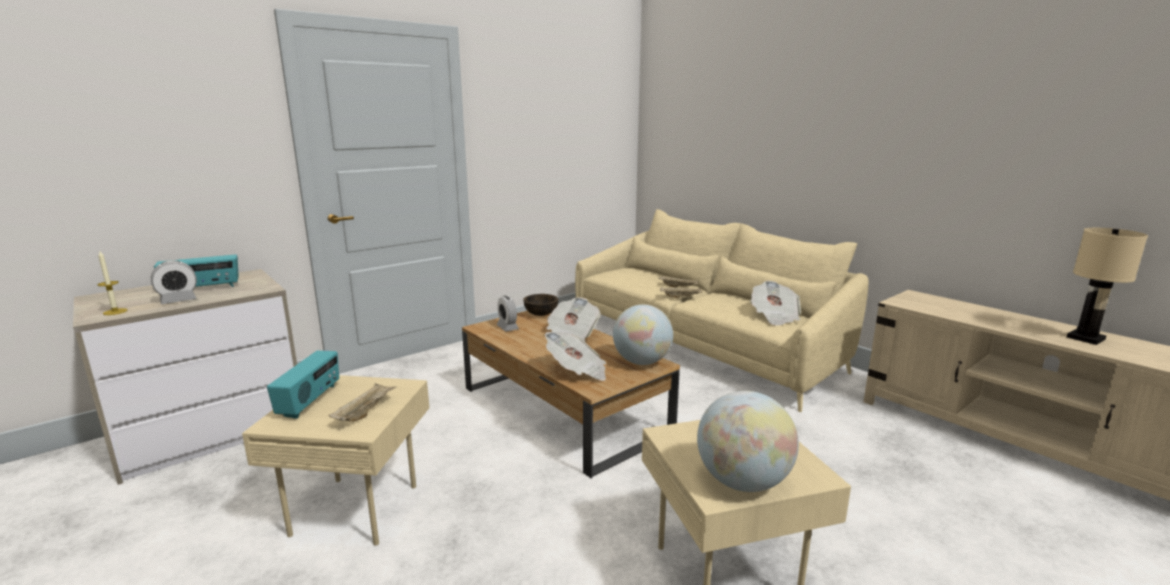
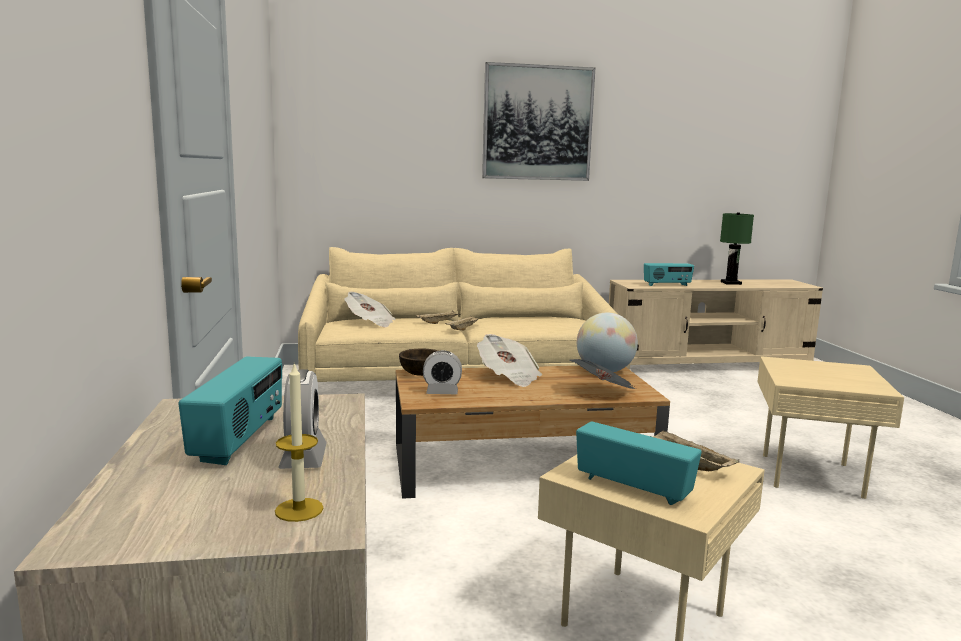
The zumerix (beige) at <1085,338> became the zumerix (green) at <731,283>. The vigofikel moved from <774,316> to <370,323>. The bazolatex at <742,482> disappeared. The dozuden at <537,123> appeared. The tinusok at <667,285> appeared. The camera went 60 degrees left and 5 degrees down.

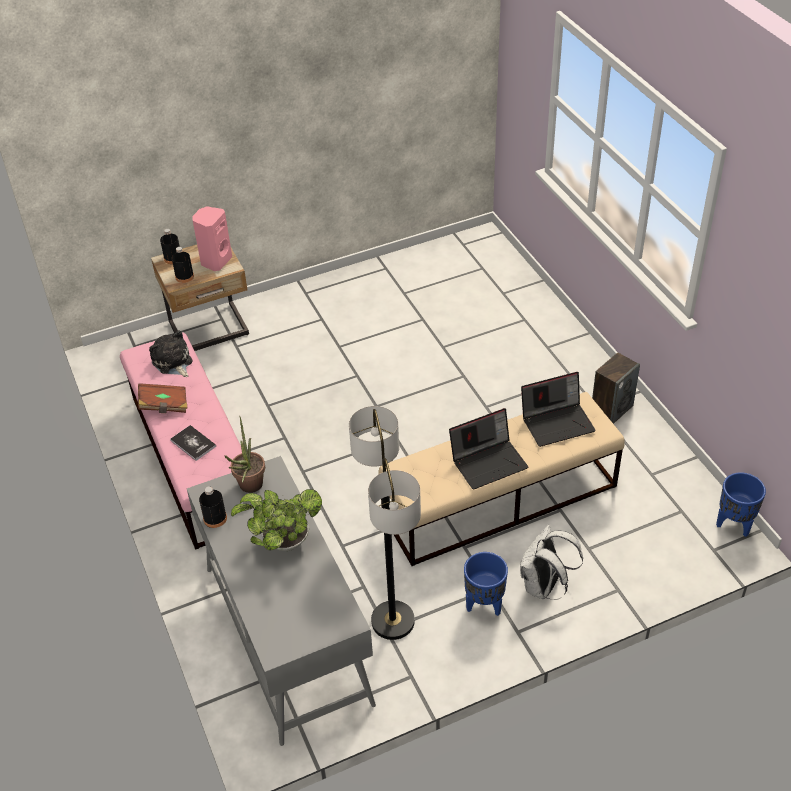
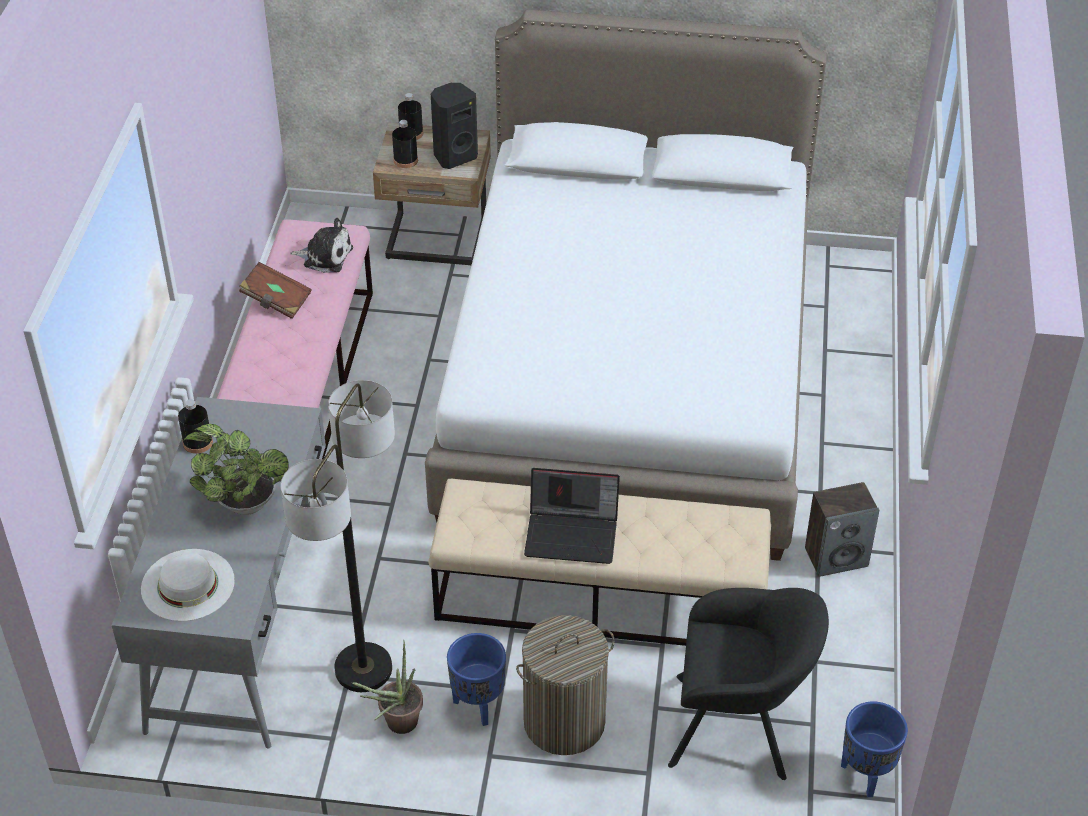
The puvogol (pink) at <215,261> became the puvogol (black) at <454,156>. The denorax at <173,362> turned 105 degrees clockwise. The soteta at <557,422> disappeared. The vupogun moved from <249,488> to <396,725>. The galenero at <193,443> disappeared. The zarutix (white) at <544,586> was replaced by the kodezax at <564,722>. The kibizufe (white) at <630,377> appeared. The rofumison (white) at <188,585> appeared. The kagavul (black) at <739,727> appeared. The camera went 30 degrees right and 0 degrees up.

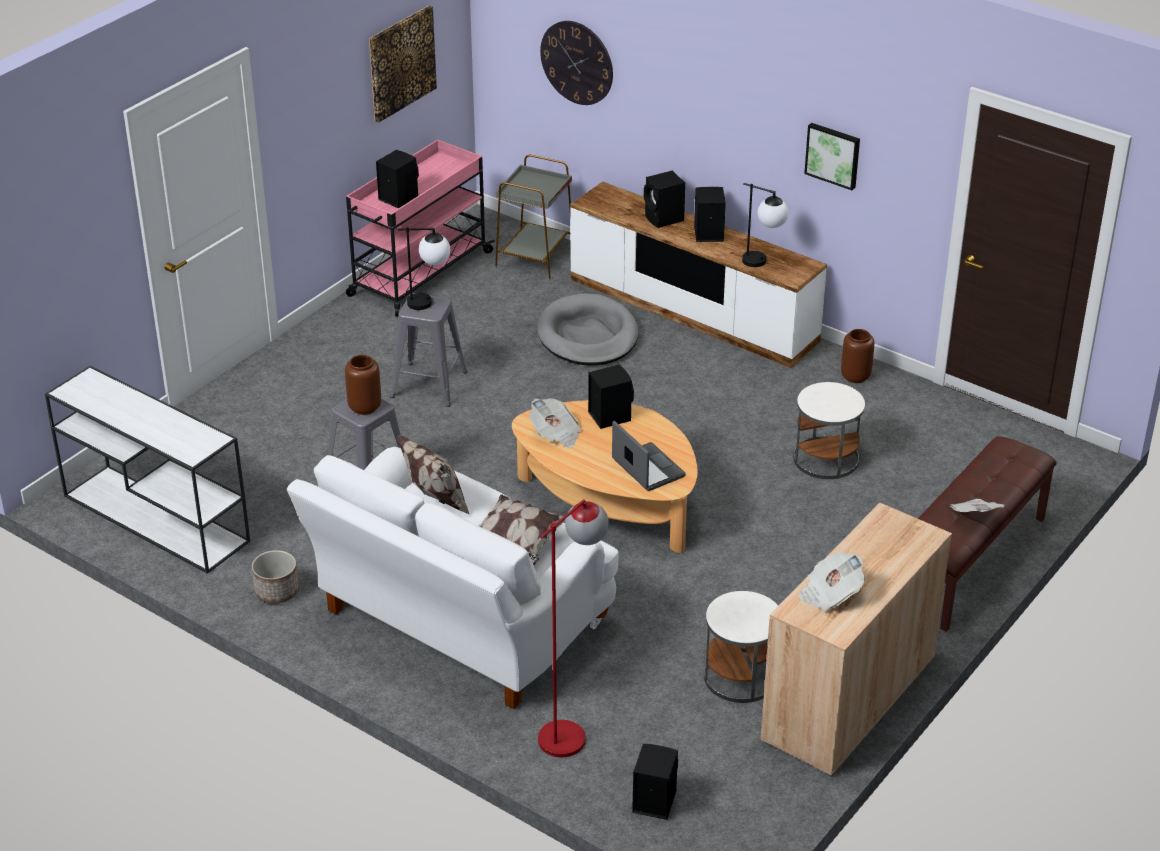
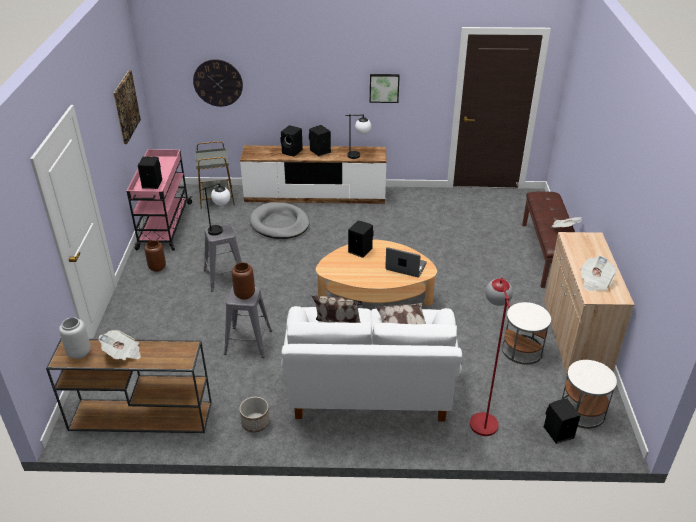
The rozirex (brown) moved from <855,377> to <157,268>. The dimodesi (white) at <154,518> became the dimodesi (brown) at <139,416>. The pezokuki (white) moved from <825,458> to <581,411>. The vigofikel moved from <555,434> to <123,353>. The rozirex (grey) at <80,353> appeared. The camera went 35 degrees left and 0 degrees up.

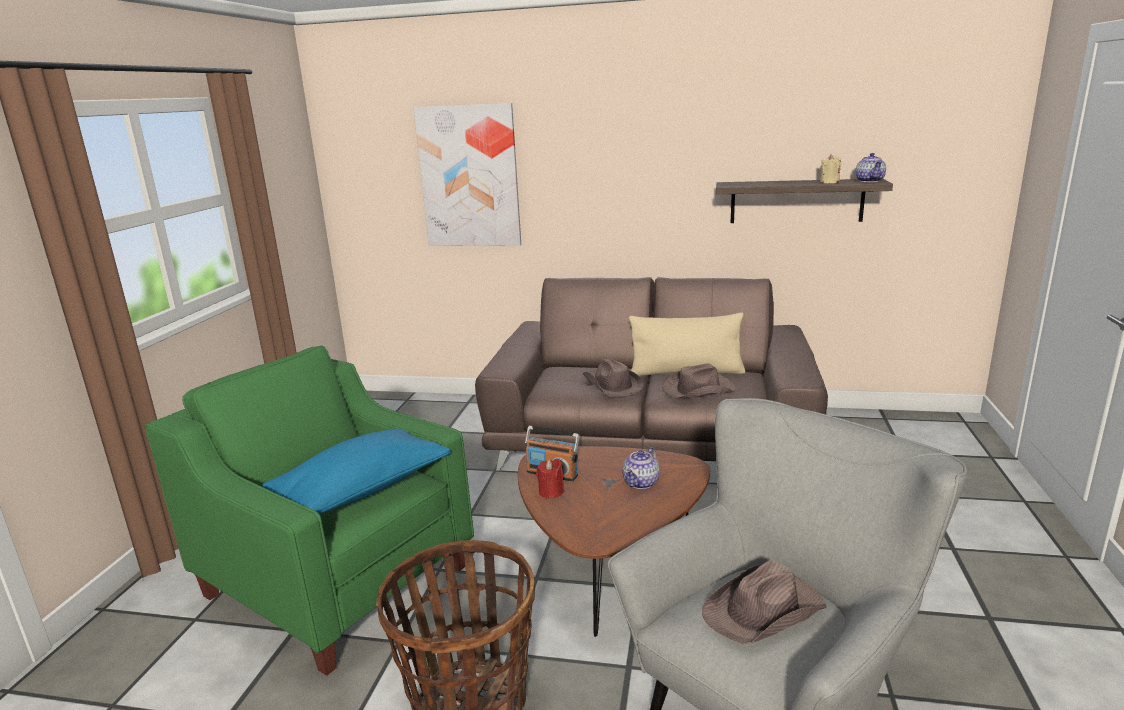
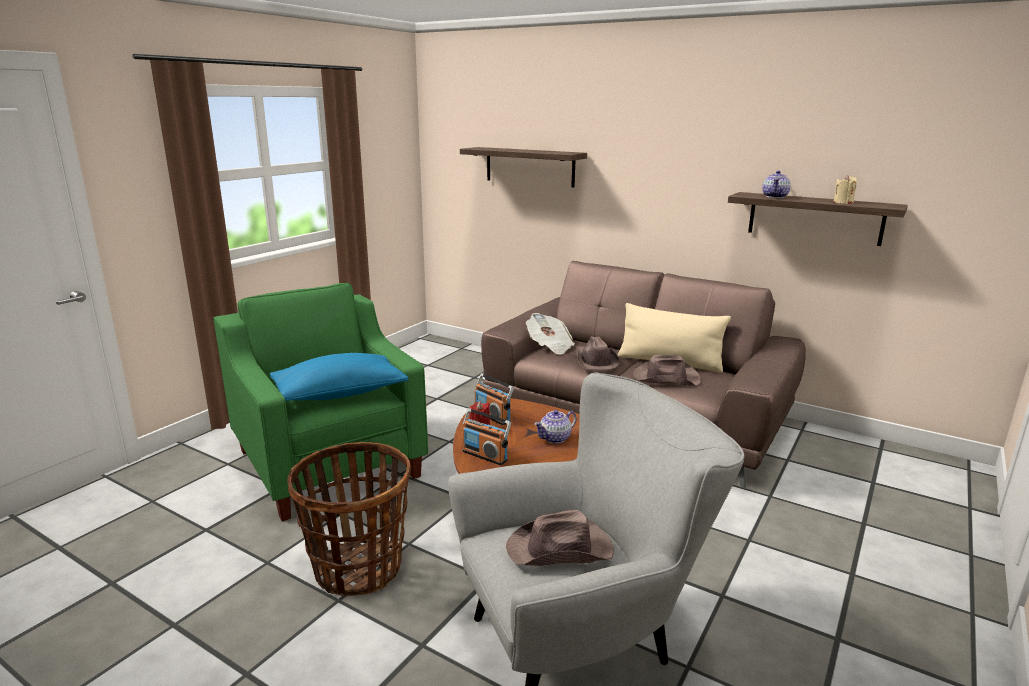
The dozuden at <469,177> was replaced by the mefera at <529,166>. The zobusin moved from <869,181> to <775,196>. The vigofikel at <550,346> appeared. The tinusok at <485,455> appeared. The camera went 20 degrees right and 0 degrees up.

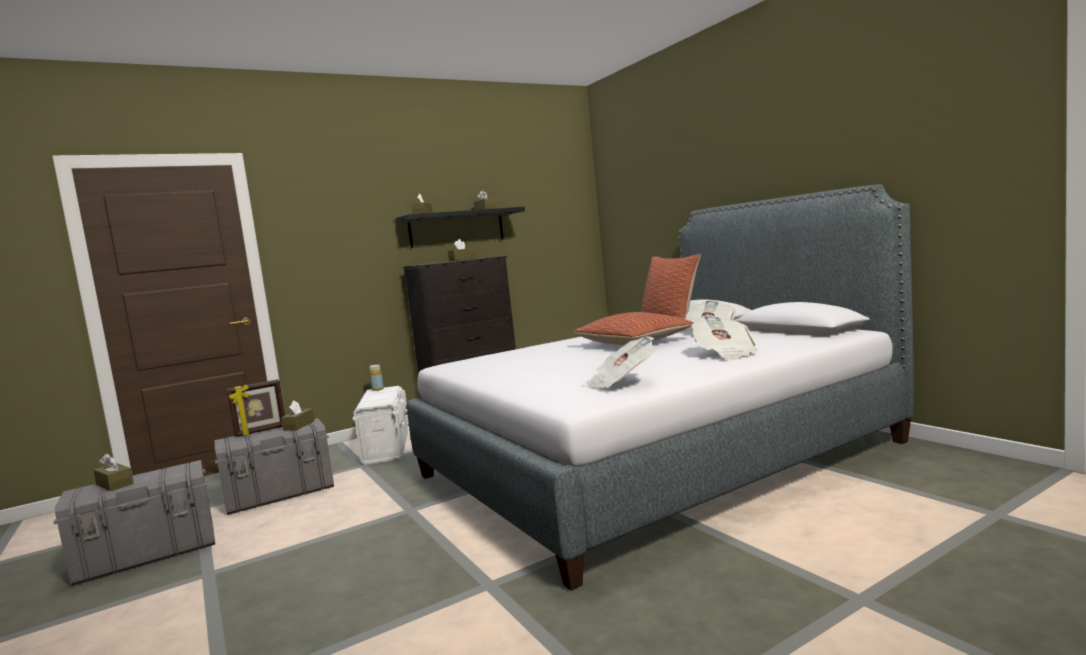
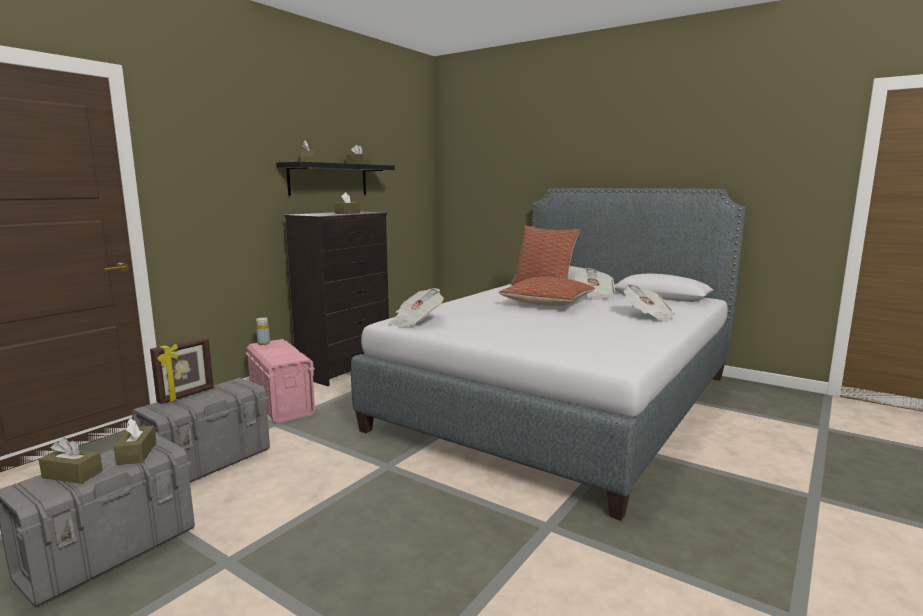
The vigofikel moved from <620,383> to <416,322>. The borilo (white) at <386,448> became the borilo (pink) at <281,404>. The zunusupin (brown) moved from <299,425> to <137,453>. The camera went 25 degrees left and 5 degrees up.

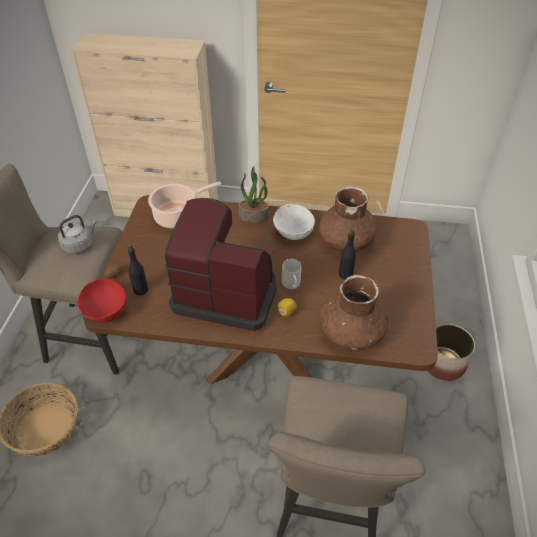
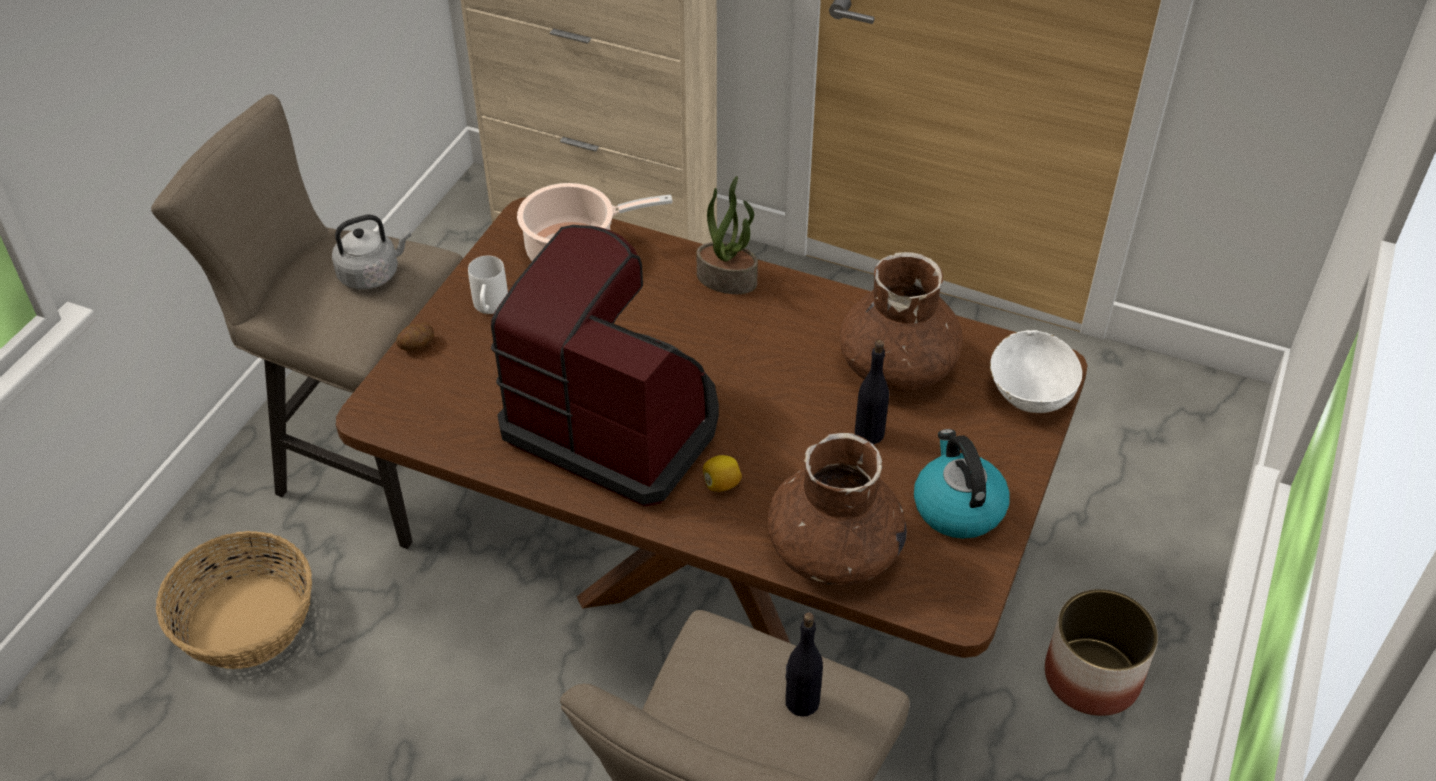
The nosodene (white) moved from <293,232> to <1029,392>. The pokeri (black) moved from <140,290> to <801,702>. The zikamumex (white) moved from <292,286> to <489,308>. The nosodene (red) at <105,311> disappeared. The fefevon at <957,507> appeared. The camera went 15 degrees right and 0 degrees up.

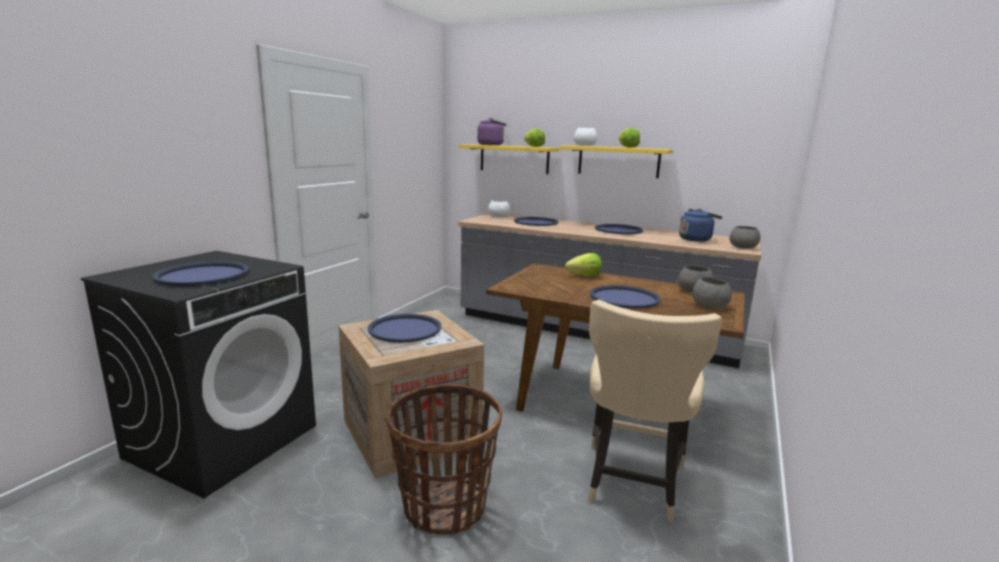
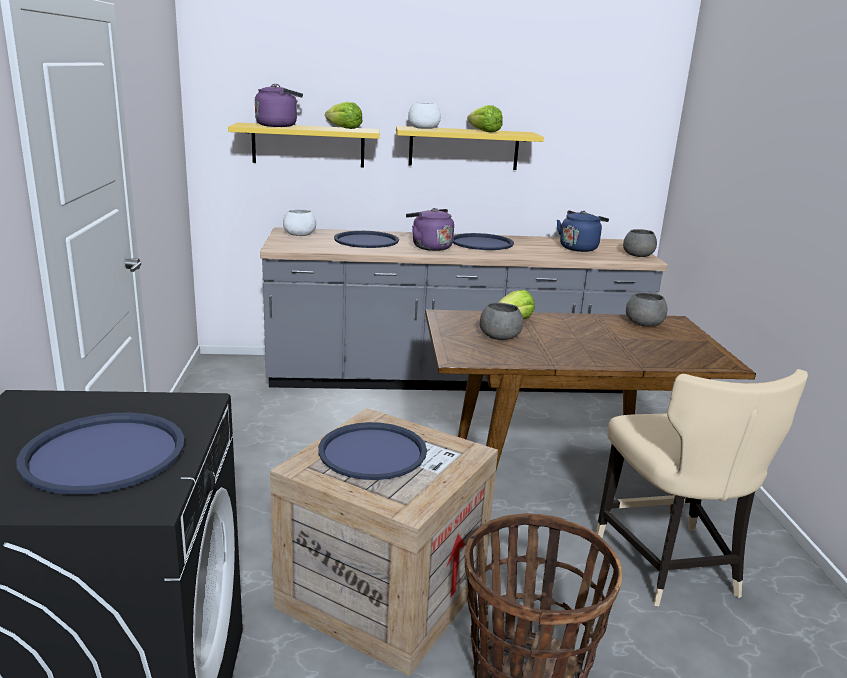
The nosodene (grey) moved from <709,306> to <499,336>. The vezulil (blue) at <624,298> disappeared. The fefevon (purple) at <429,247> appeared. The camera went 30 degrees left and 5 degrees up.

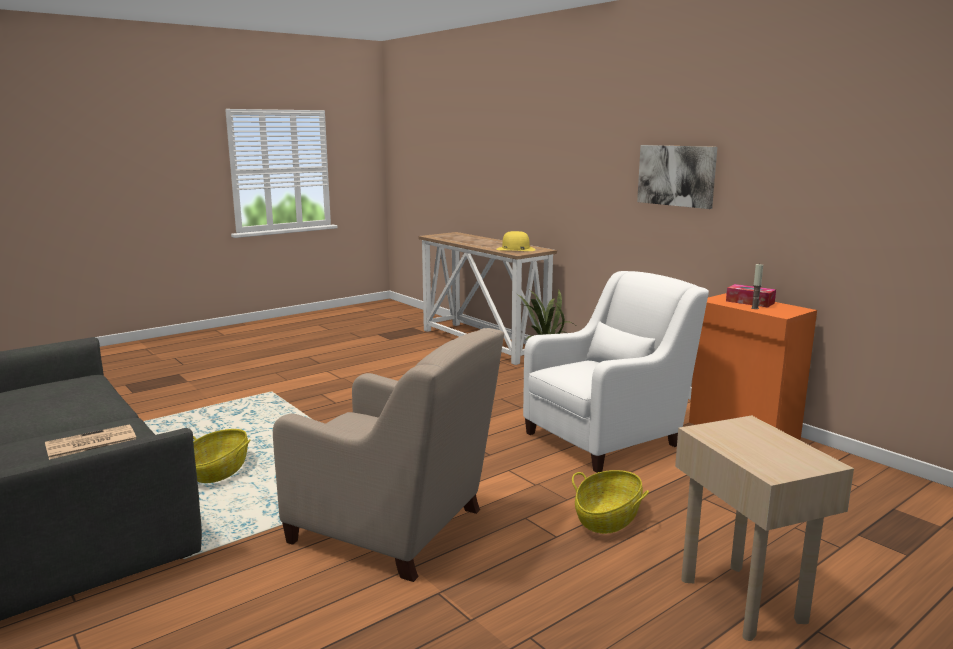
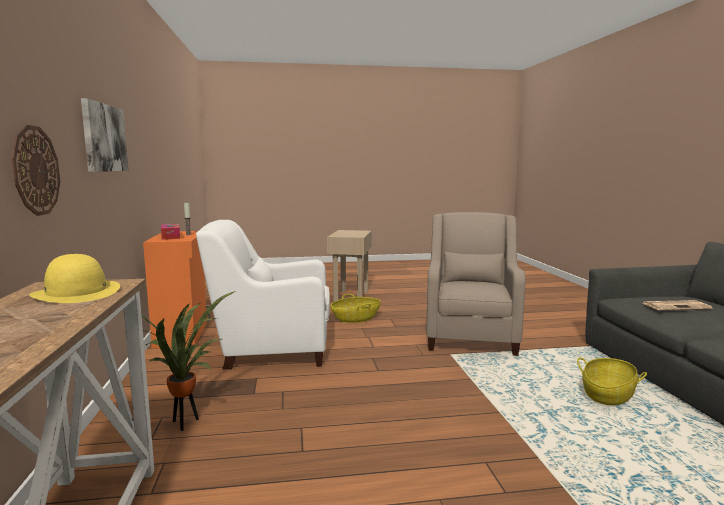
The kagavul (beige) at <393,528> turned 45 degrees clockwise. The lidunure at <35,171> appeared. The camera went 150 degrees left and 5 degrees down.

